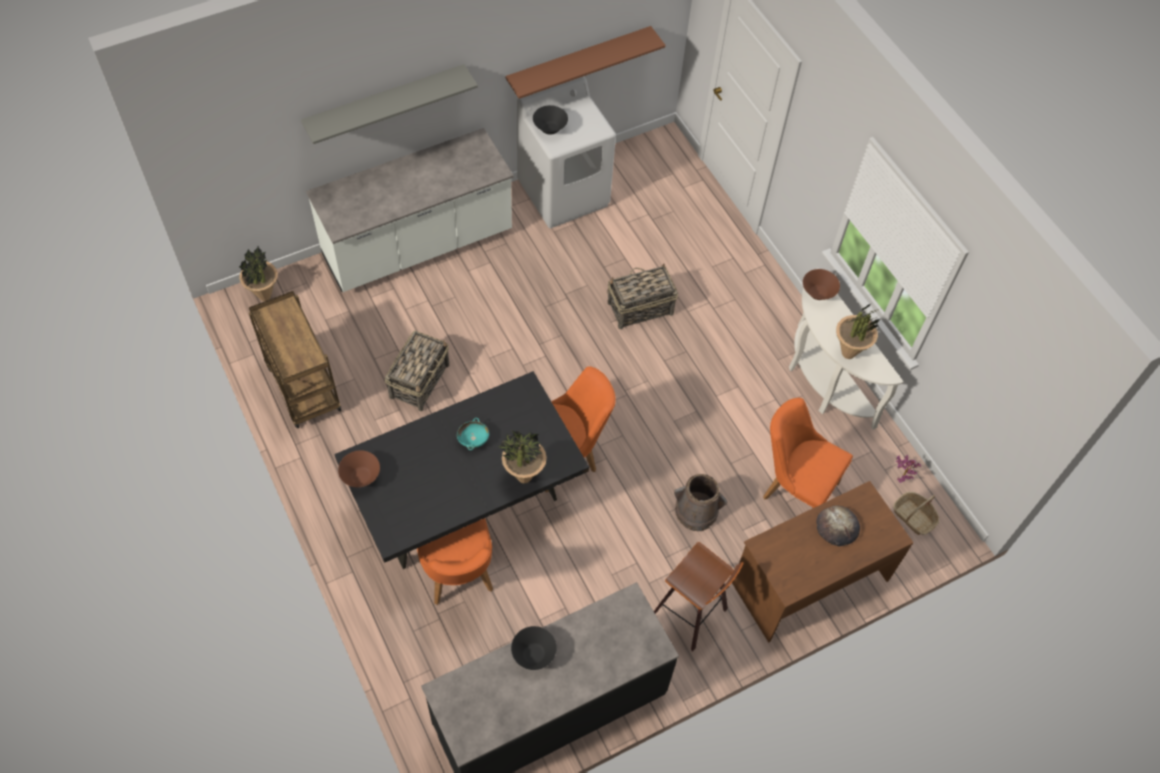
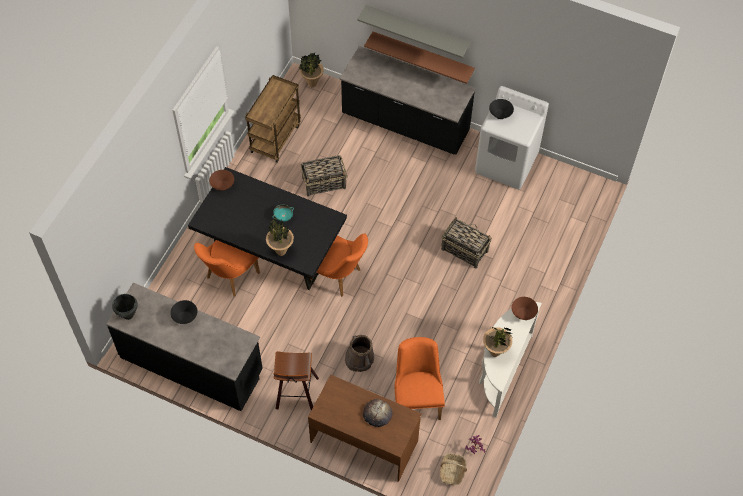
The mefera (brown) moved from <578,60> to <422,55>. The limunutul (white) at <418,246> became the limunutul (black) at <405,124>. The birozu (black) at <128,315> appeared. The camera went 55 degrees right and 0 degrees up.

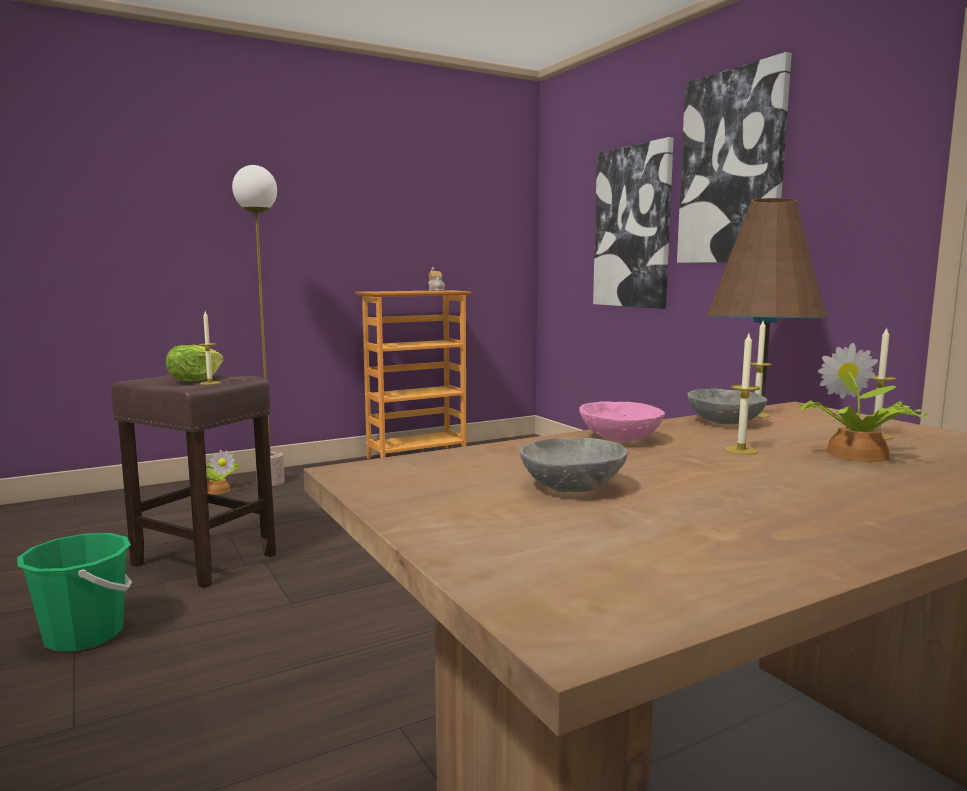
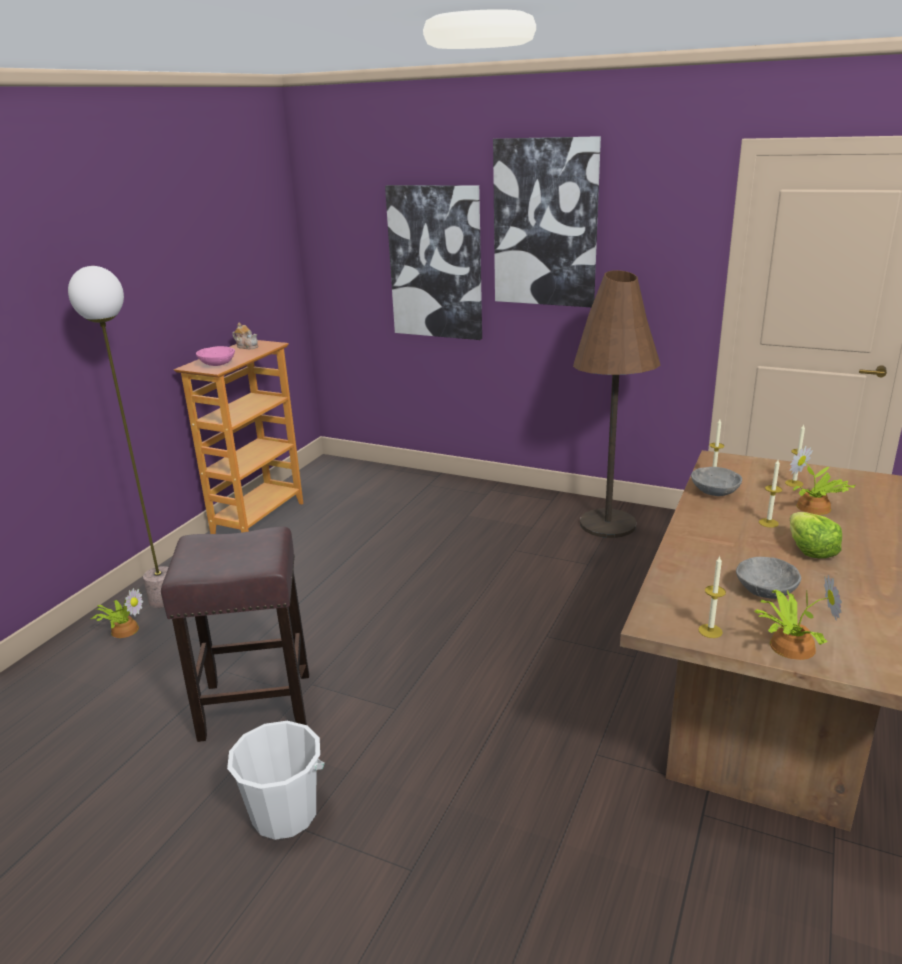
The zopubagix moved from <210,383> to <710,631>. The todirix moved from <195,379> to <810,550>. The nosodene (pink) moved from <619,439> to <216,364>. The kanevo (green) at <84,635> became the kanevo (white) at <285,814>. The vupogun at <789,645> appeared. The camera went 35 degrees left and 15 degrees up.

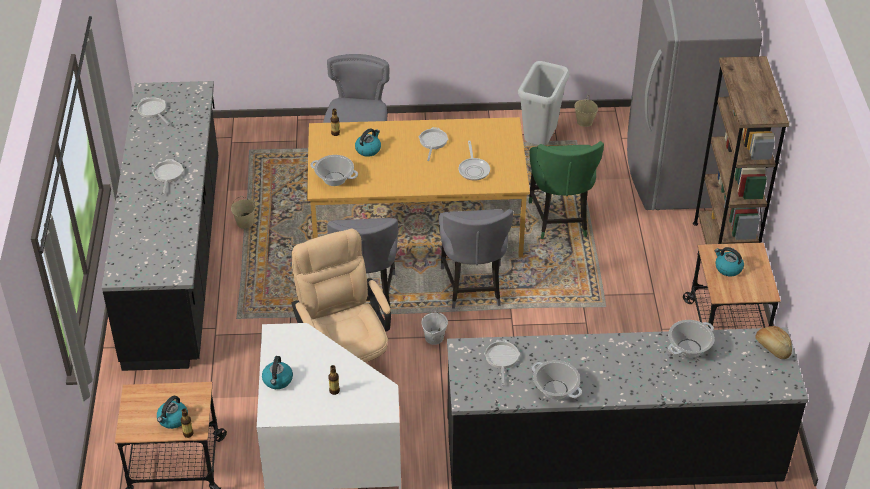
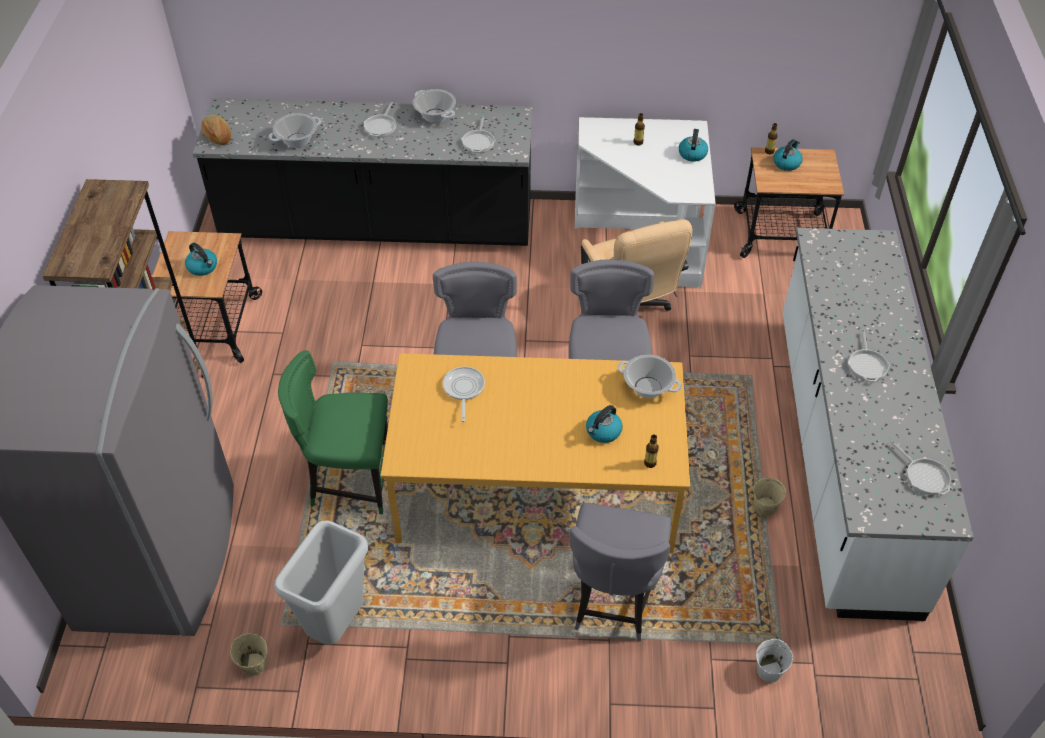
The limunutul (black) at <176,260> became the limunutul (white) at <842,456>. The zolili moved from <432,142> to <381,126>. The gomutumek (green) at <560,220> turned 90 degrees counterclockwise. The kanevo (white) moved from <434,338> to <769,670>. The camera went 175 degrees left and 5 degrees up.

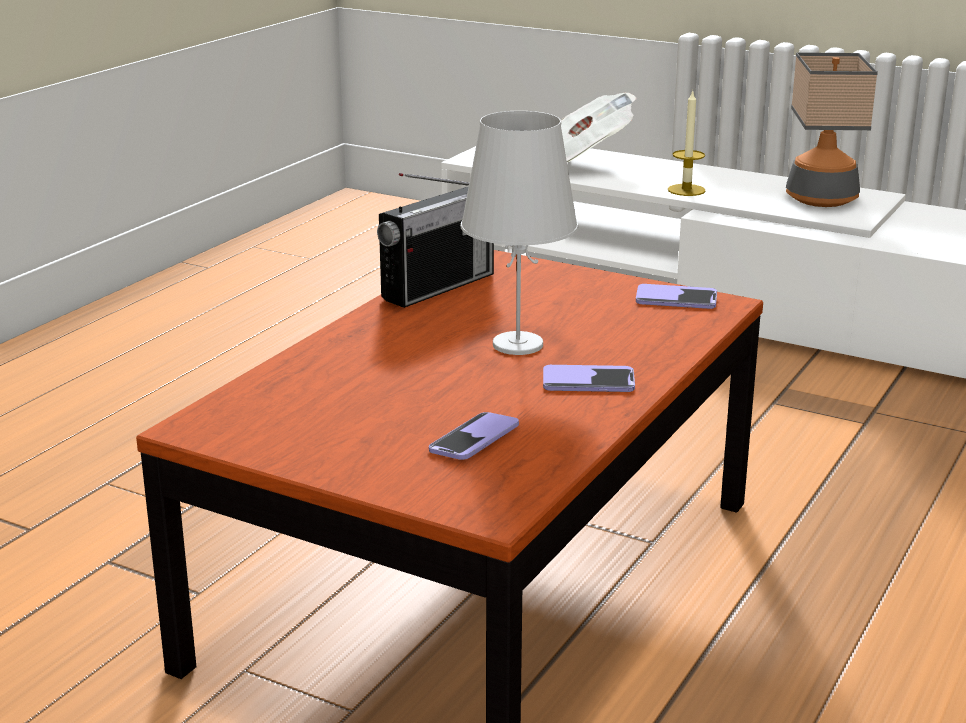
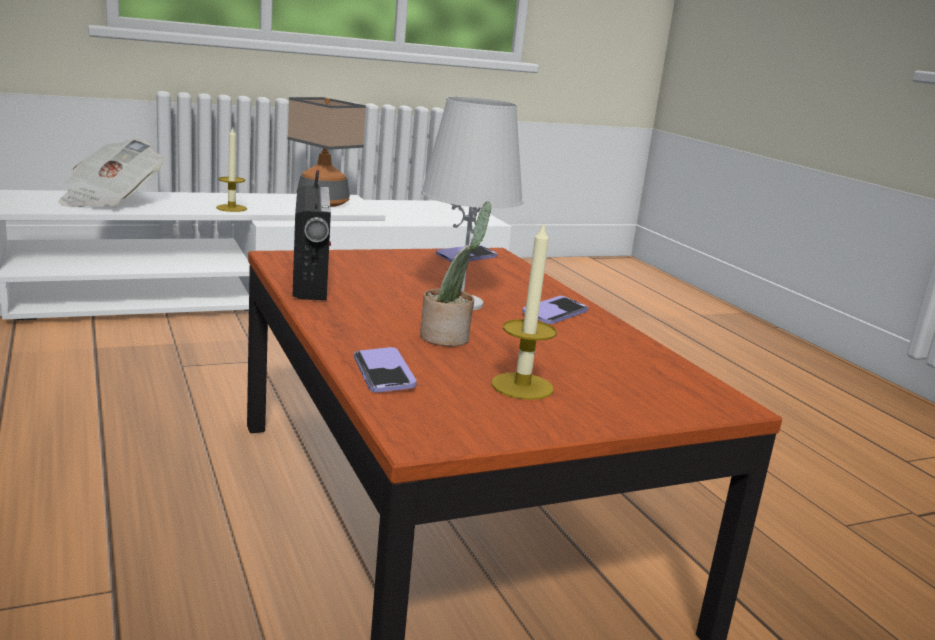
The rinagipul moved from <474,439> to <383,372>. The vupogun at <448,337> appeared. The zopubagix at <522,386> appeared. The camera went 55 degrees left and 5 degrees down.

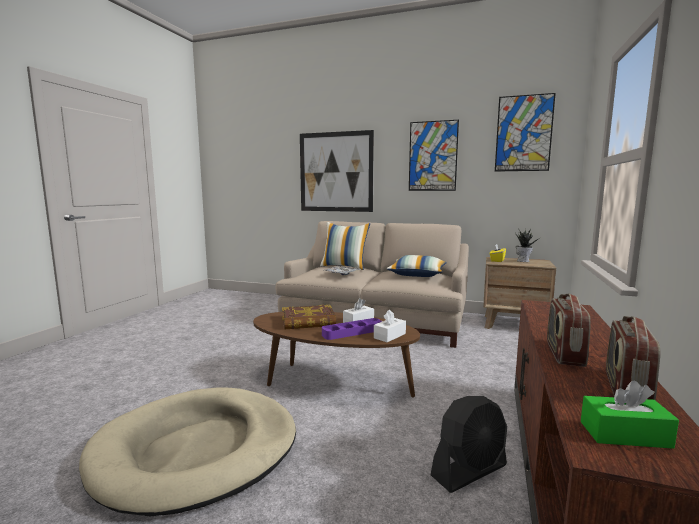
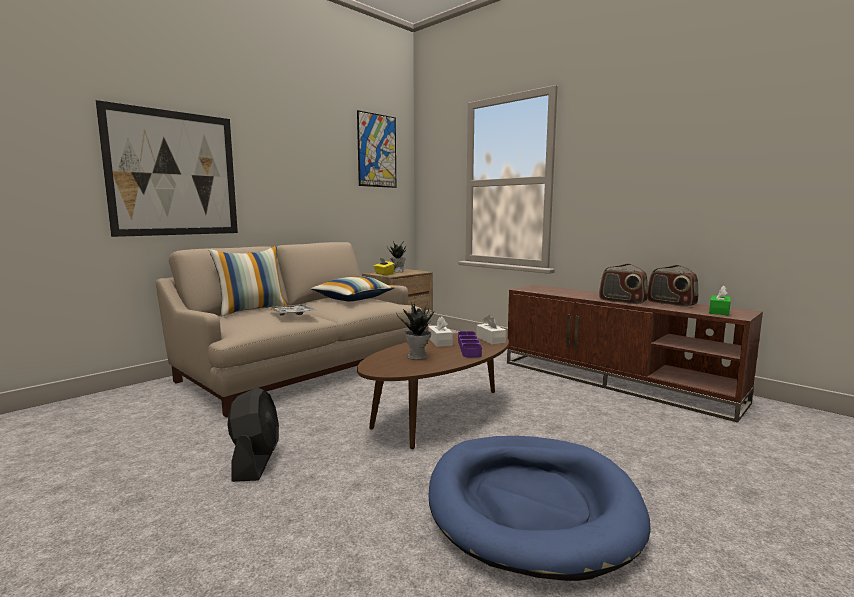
The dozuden at <433,156> disappeared. The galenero at <308,322> was replaced by the vupogun at <418,356>. The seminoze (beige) at <197,451> became the seminoze (blue) at <531,505>. The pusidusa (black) moved from <469,471> to <256,461>. The camera went 65 degrees left and 0 degrees up.

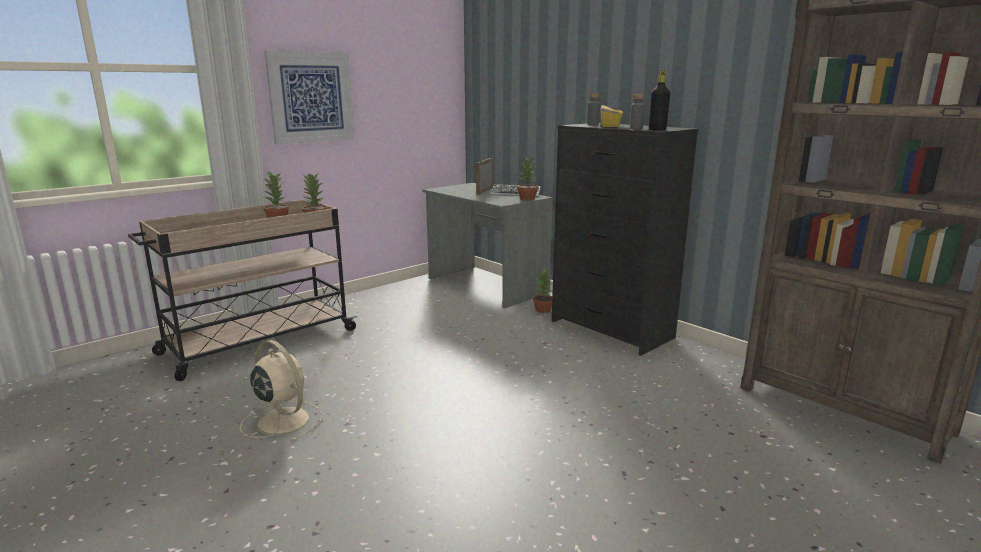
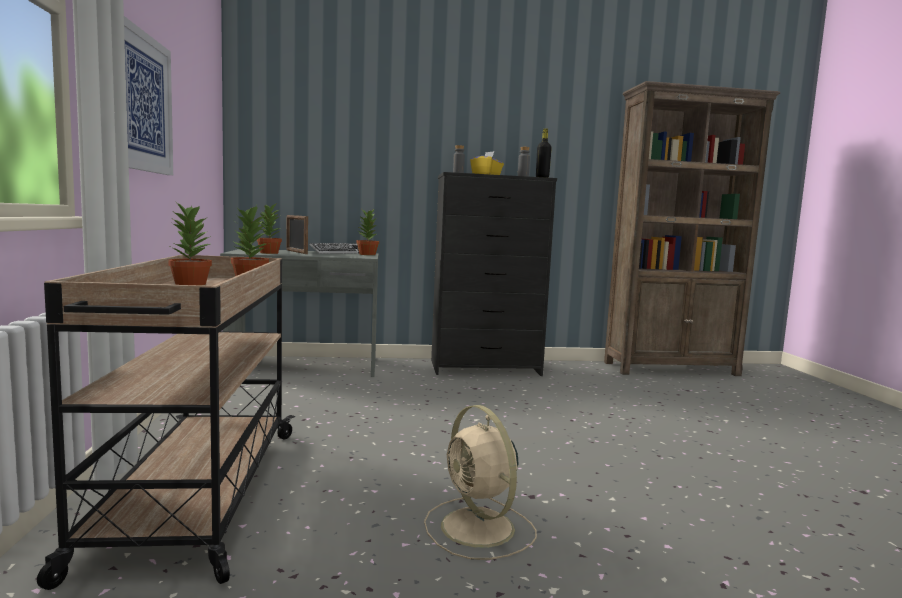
The vupogun moved from <542,310> to <269,253>. The pusidusa (beige) at <282,420> turned 105 degrees counterclockwise. The camera went 55 degrees left and 10 degrees down.

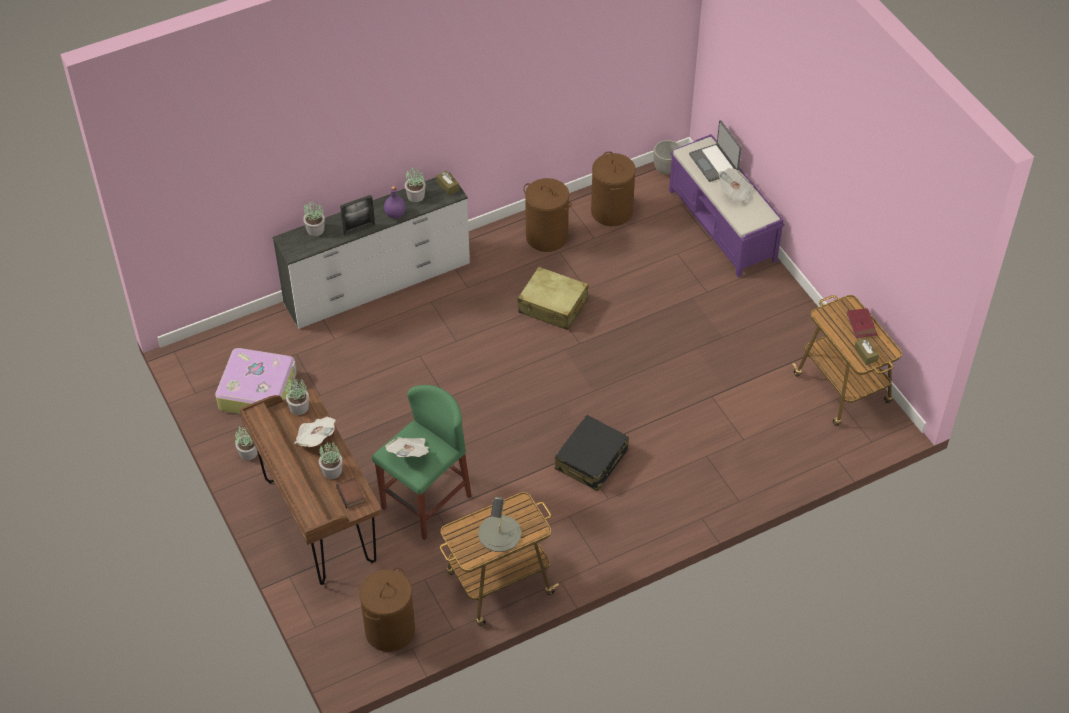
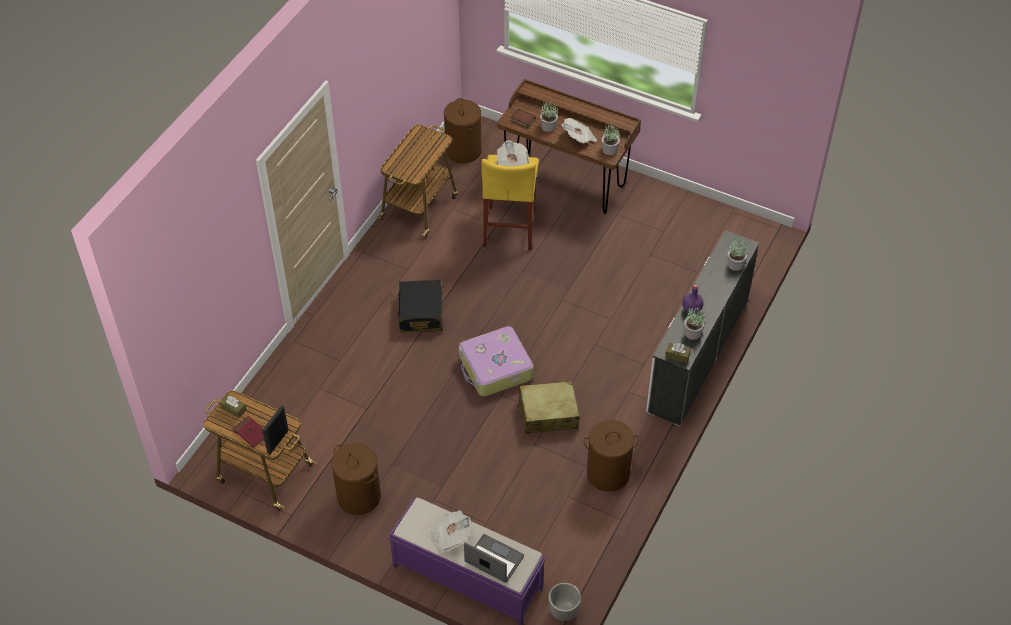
The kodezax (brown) moved from <611,211> to <359,497>. The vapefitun moved from <359,229> to <278,441>. The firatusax moved from <259,391> to <495,368>. The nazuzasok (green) at <426,502> became the nazuzasok (yellow) at <509,228>. The vupogun at <248,452> disappeared. The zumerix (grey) at <500,533> disappeared. The camera went 145 degrees right and 0 degrees up.

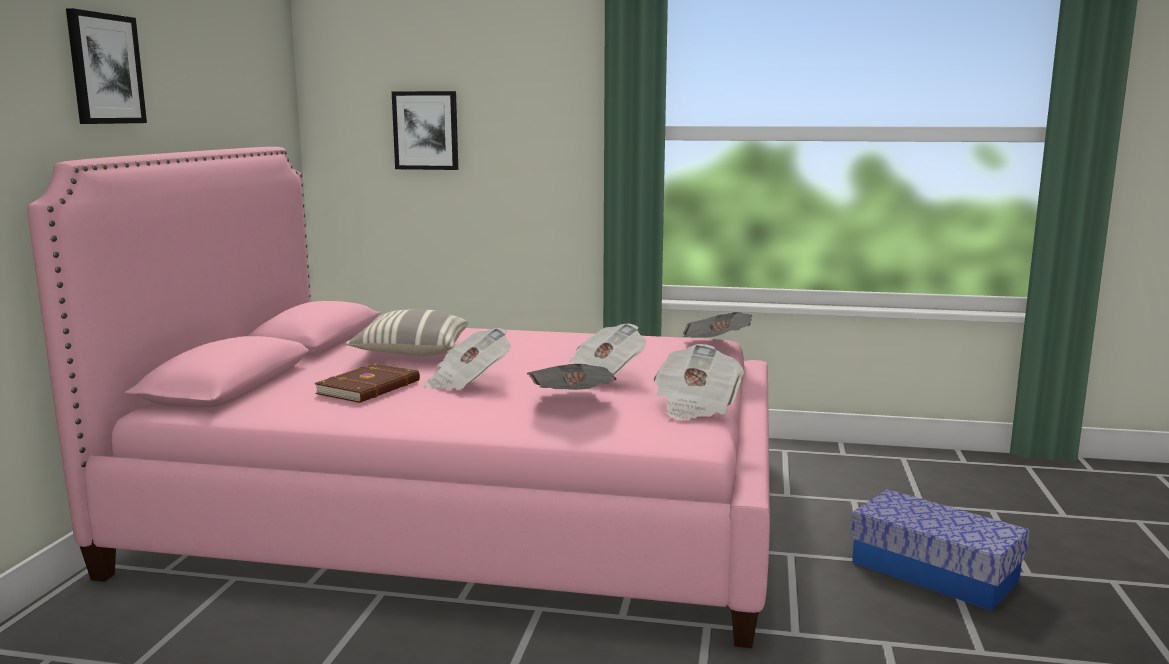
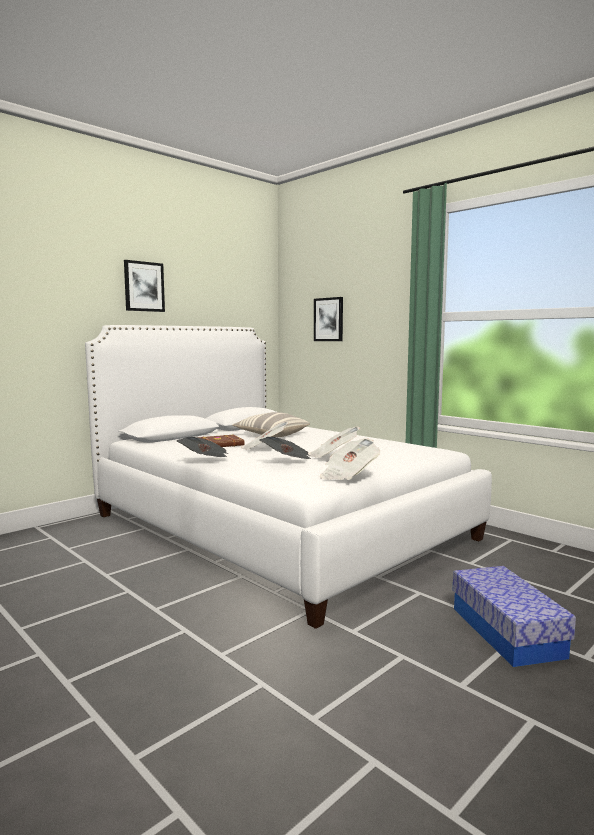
The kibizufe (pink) at <469,510> became the kibizufe (white) at <277,526>. The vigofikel moved from <716,345> to <205,461>. The camera went 35 degrees right and 5 degrees down.

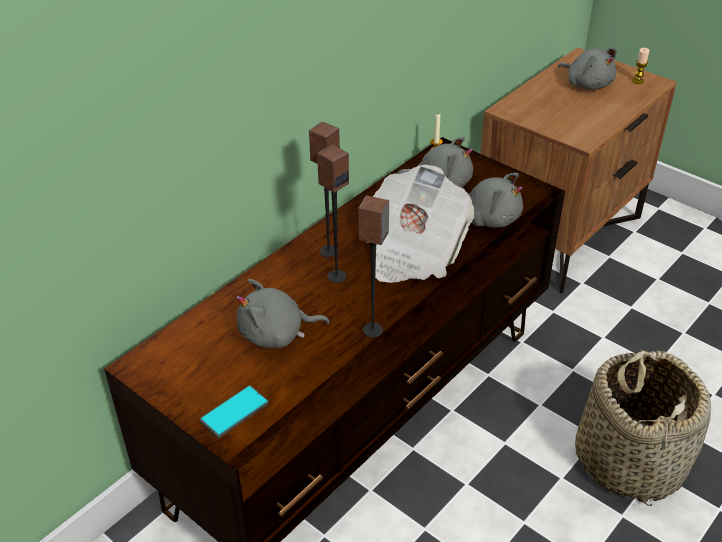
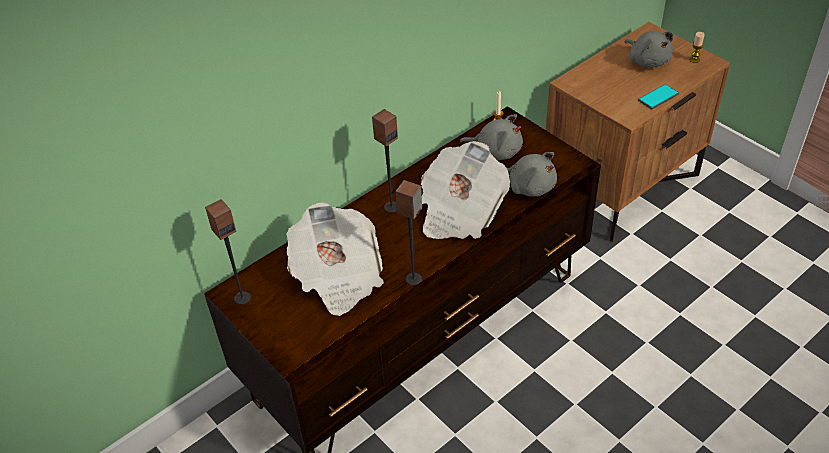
The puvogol moved from <336,276> to <242,297>. The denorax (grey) at <276,334> was replaced by the vigofikel at <337,276>. The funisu at <629,460> disappeared. The rinagipul moved from <234,412> to <658,97>. The camera went 10 degrees right and 5 degrees up.

